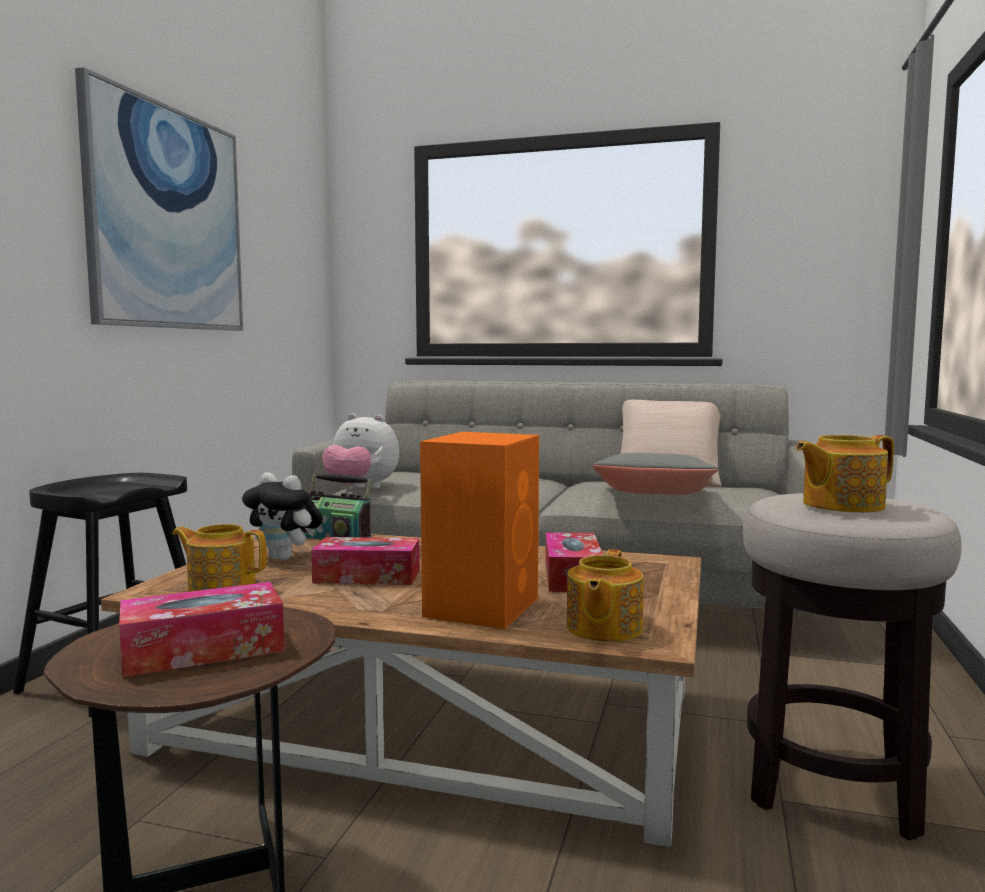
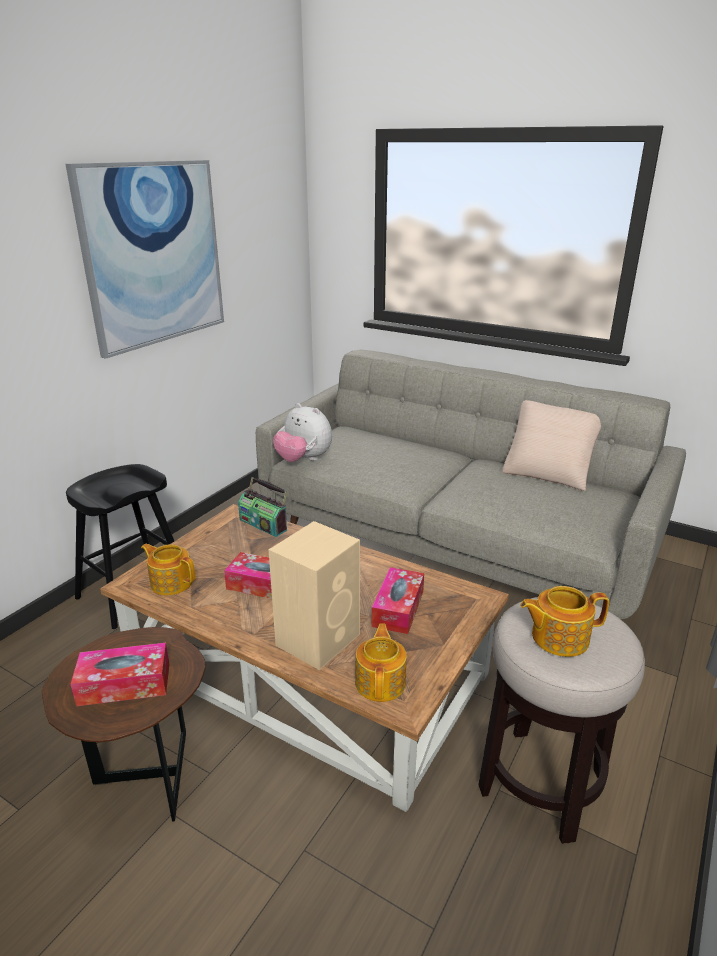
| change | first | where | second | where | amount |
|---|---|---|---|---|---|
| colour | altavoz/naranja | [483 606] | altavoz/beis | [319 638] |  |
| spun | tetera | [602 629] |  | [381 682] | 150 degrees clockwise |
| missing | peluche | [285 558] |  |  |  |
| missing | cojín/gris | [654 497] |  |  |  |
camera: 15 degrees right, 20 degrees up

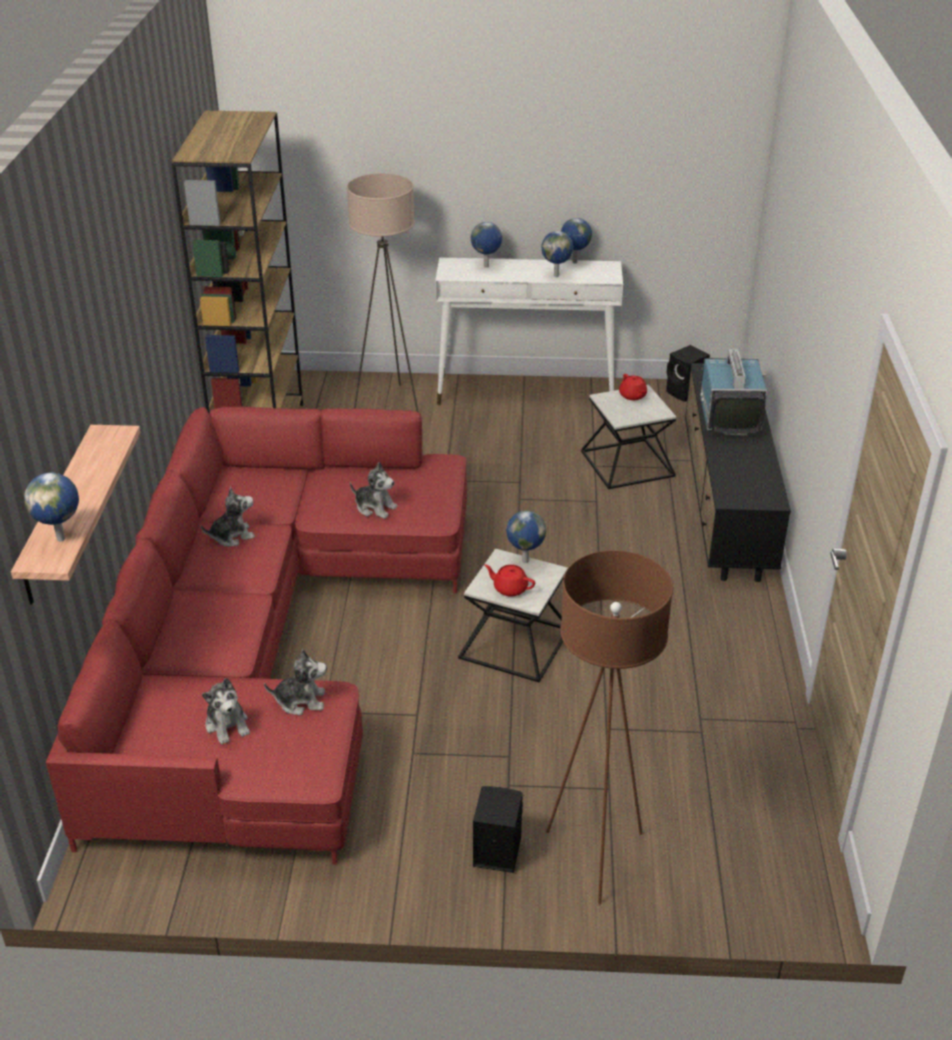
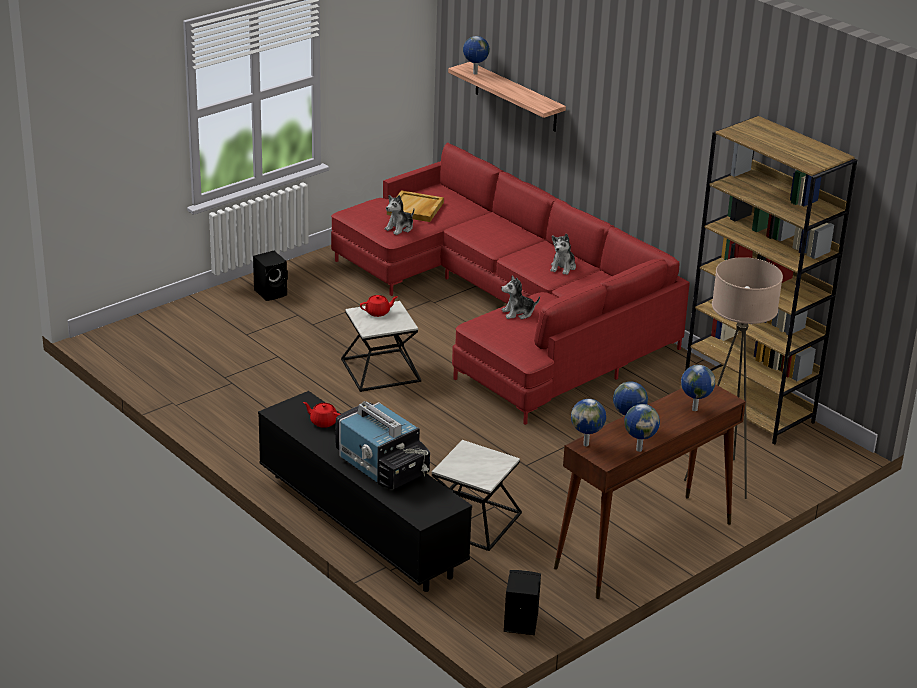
| change | first | where | second | where | amount |
|---|---|---|---|---|---|
| relocated | tetera/rojo | [632 396] |  | [323 422] |  |
| exchanged | peluche | [227 725] | bandeja/beis | [415 209] |  |
| colour | mesa consola/blanco | [526 393] | mesa consola/marrón | [643 546] |  |
| relocated | globo terráqueo | [524 561] |  | [586 444] |  |
| missing | lámpara de pie/marrón | [595 856] |  |  |  |
camera: 135 degrees right, 5 degrees down

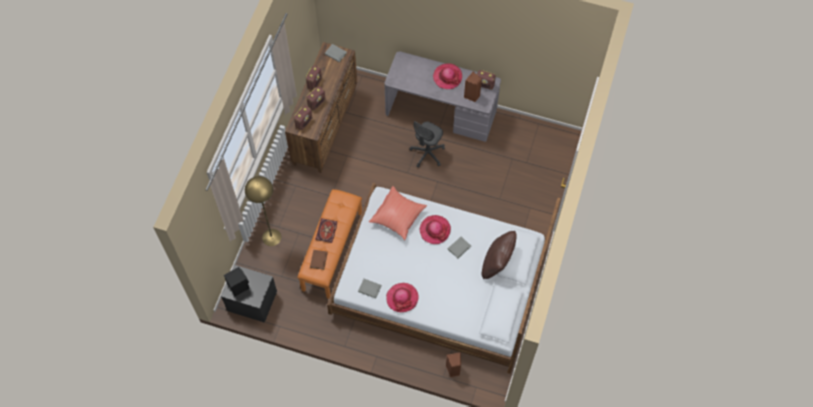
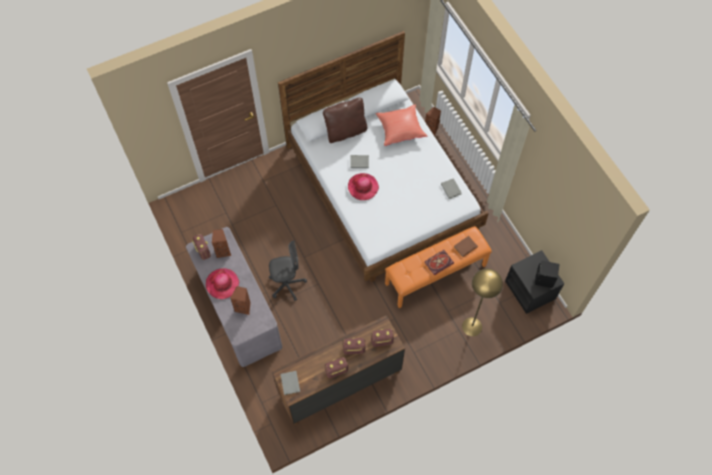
| change | first | where | second | where | amount |
|---|---|---|---|---|---|
| appeared |  |  | altavoz/marrón | [244 307] |  |
| relocated | cojín/rojo | [398 217] |  | [400 129] |  |
| missing | sombrero | [402 298] |  |  |  |
camera: 135 degrees left, 0 degrees up

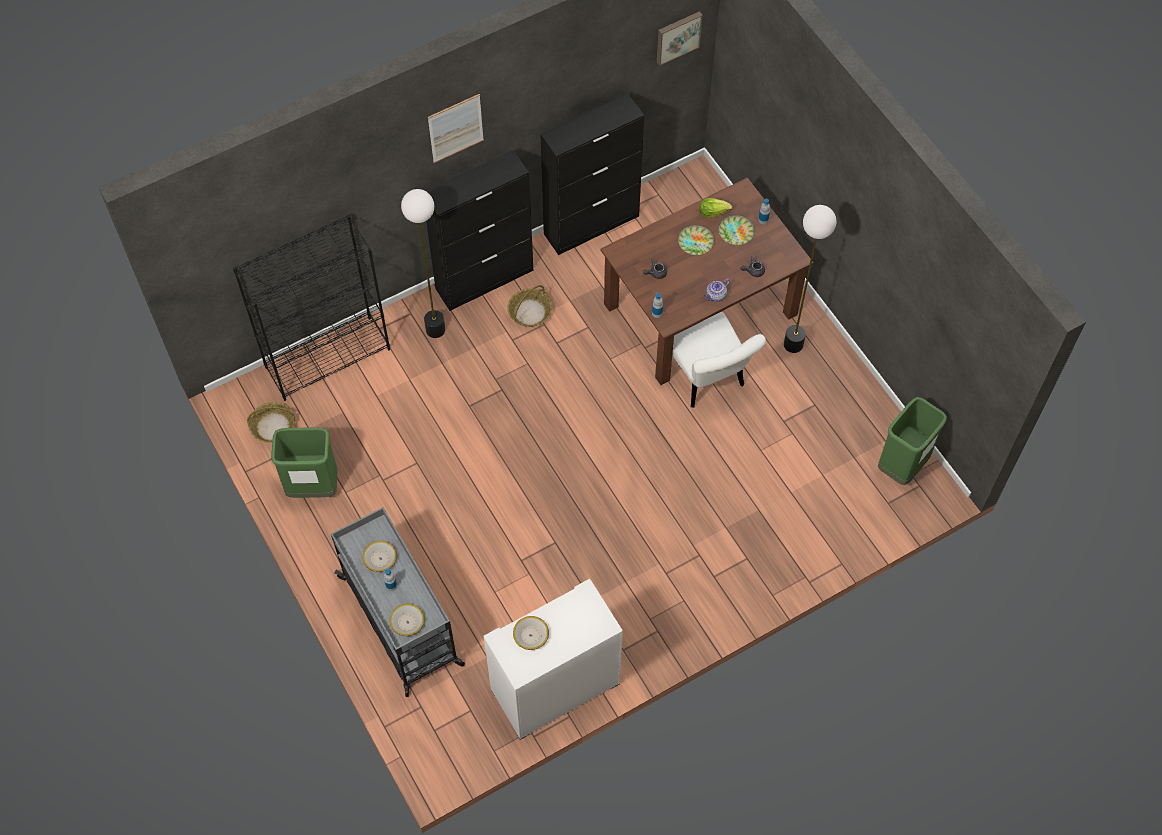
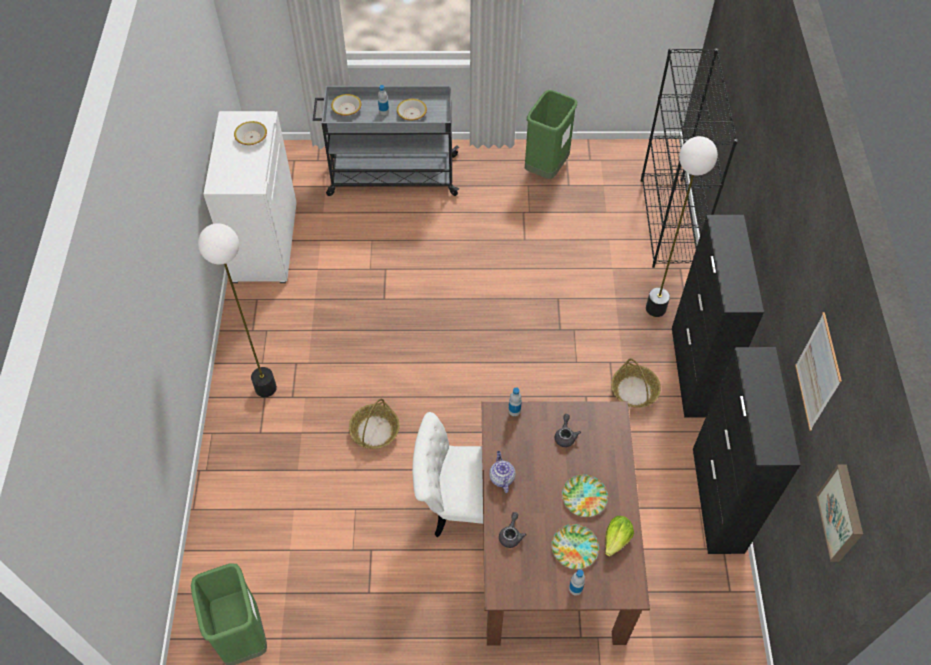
| change | first | where | second | where | amount |
|---|---|---|---|---|---|
| relocated | lámpara de pie | [793 344] |  | [266 388] |  |
| relocated | cesta | [273 426] |  | [374 431] |  |
| relocated | cuadro | [455 128] |  | [817 372] |  |
camera: 120 degrees right, 5 degrees down

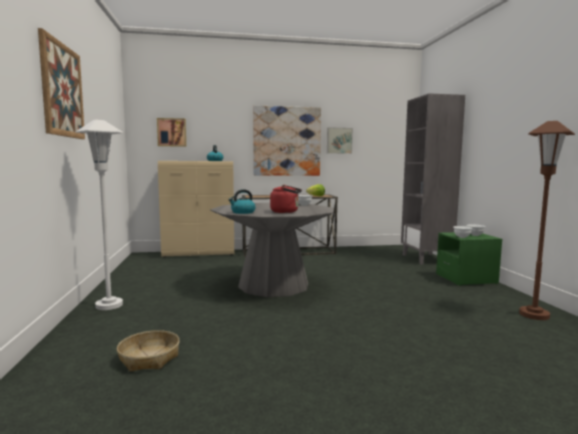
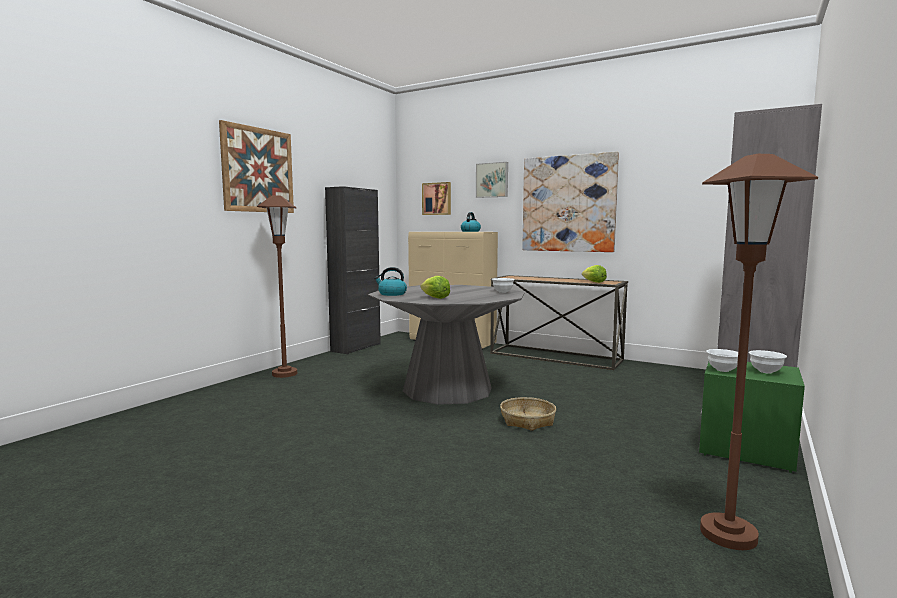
| change | first | where | second | where | amount |
|---|---|---|---|---|---|
| colour | lámpara de pie/blanco | [109 305] | lámpara de pie/marrón | [285 374] |  |
| appeared |  |  | armario/negro | [356 347] |  |
| exchanged | hervidor/rojo | [286 212] | lechuga | [435 298] |  |
| relocated | cuadro | [339 140] |  | [492 180] |  |
| relocated | cesta | [149 358] |  | [527 421] |  |
camera: 40 degrees right, 0 degrees up

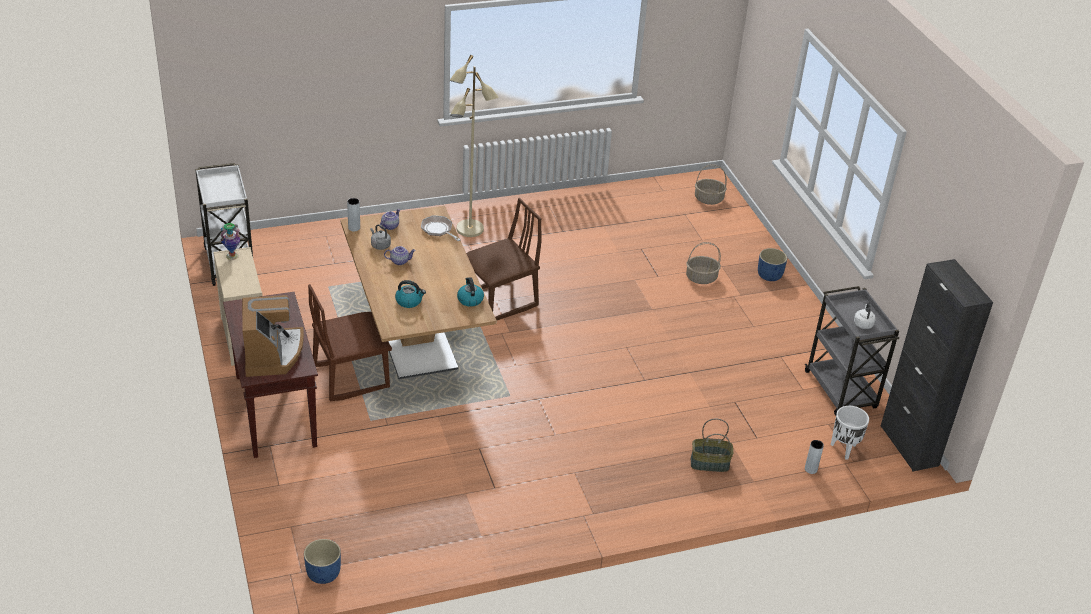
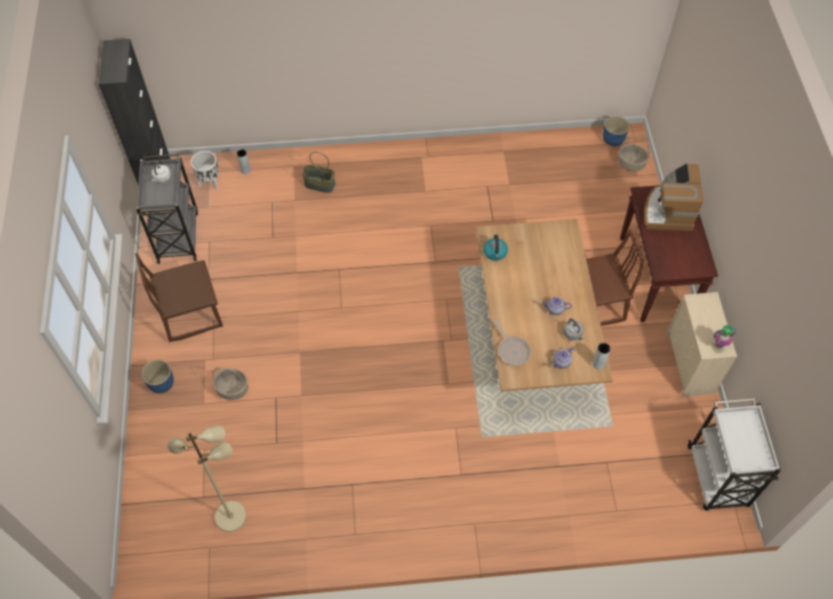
| change | first | where | second | where | amount |
|---|---|---|---|---|---|
| relocated | silla/marrón | [500 301] |  | [190 313] |  |
| relocated | lámpara de pie/beis | [470 229] |  | [231 515] |  |
| relocated | cesta | [709 199] |  | [630 163] |  |
| missing | hervidor | [409 301] |  |  |  |
camera: 165 degrees left, 20 degrees up

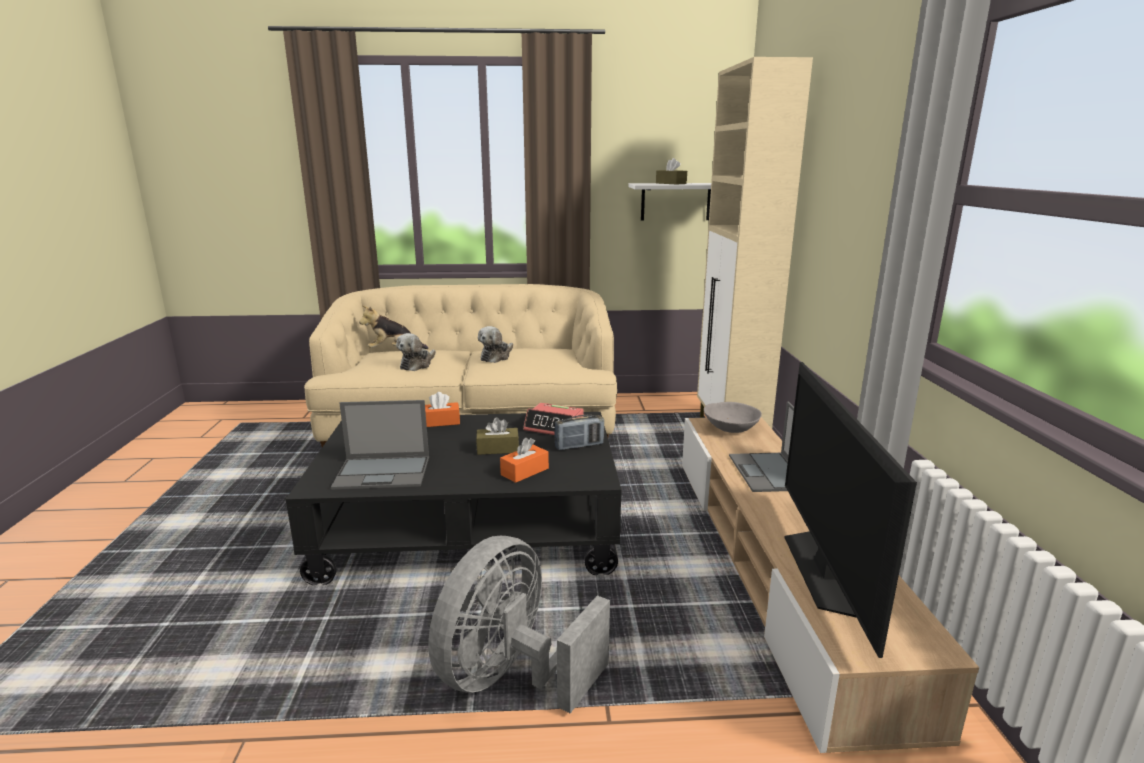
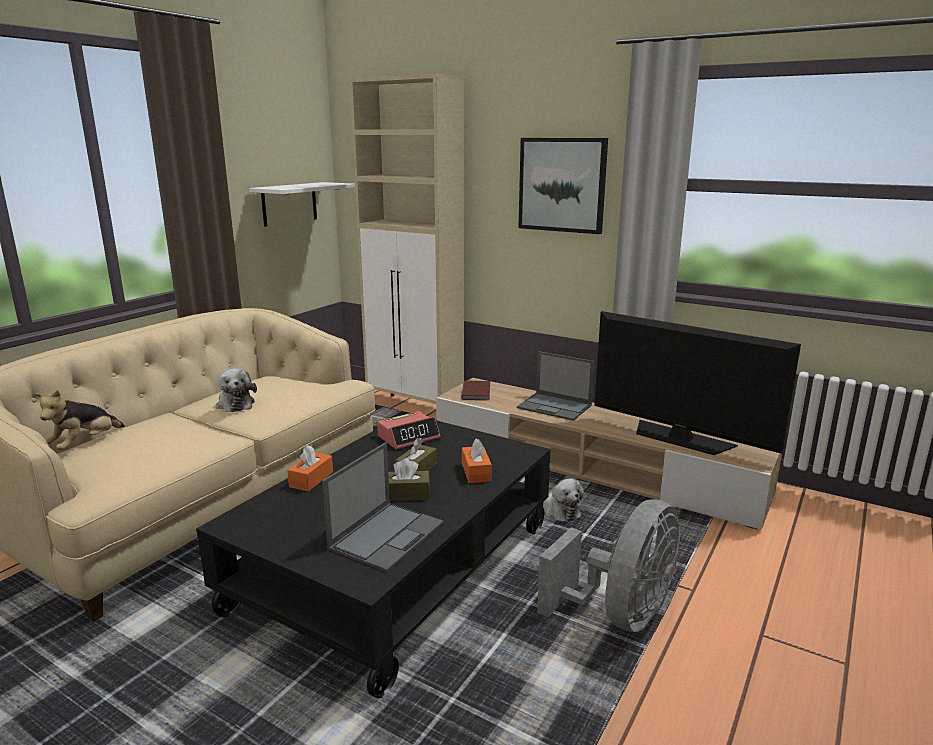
| change | first | where | second | where | amount |
|---|---|---|---|---|---|
| relocated | caja de pañuelos/marrón | [671 183] |  | [406 494] |  |
| exchanged | cuenco/gris | [730 428] | libro/marrón | [477 392] |  |
| appeared |  |  | cuadro | [562 185] |  |
| spun | ventilador/gris | [512 676] |  | [620 614] | 120 degrees counterclockwise |
| relocated | peluche | [417 365] |  | [559 511] |  |
| missing | radio | [579 446] |  |  |  |
camera: 55 degrees left, 0 degrees up

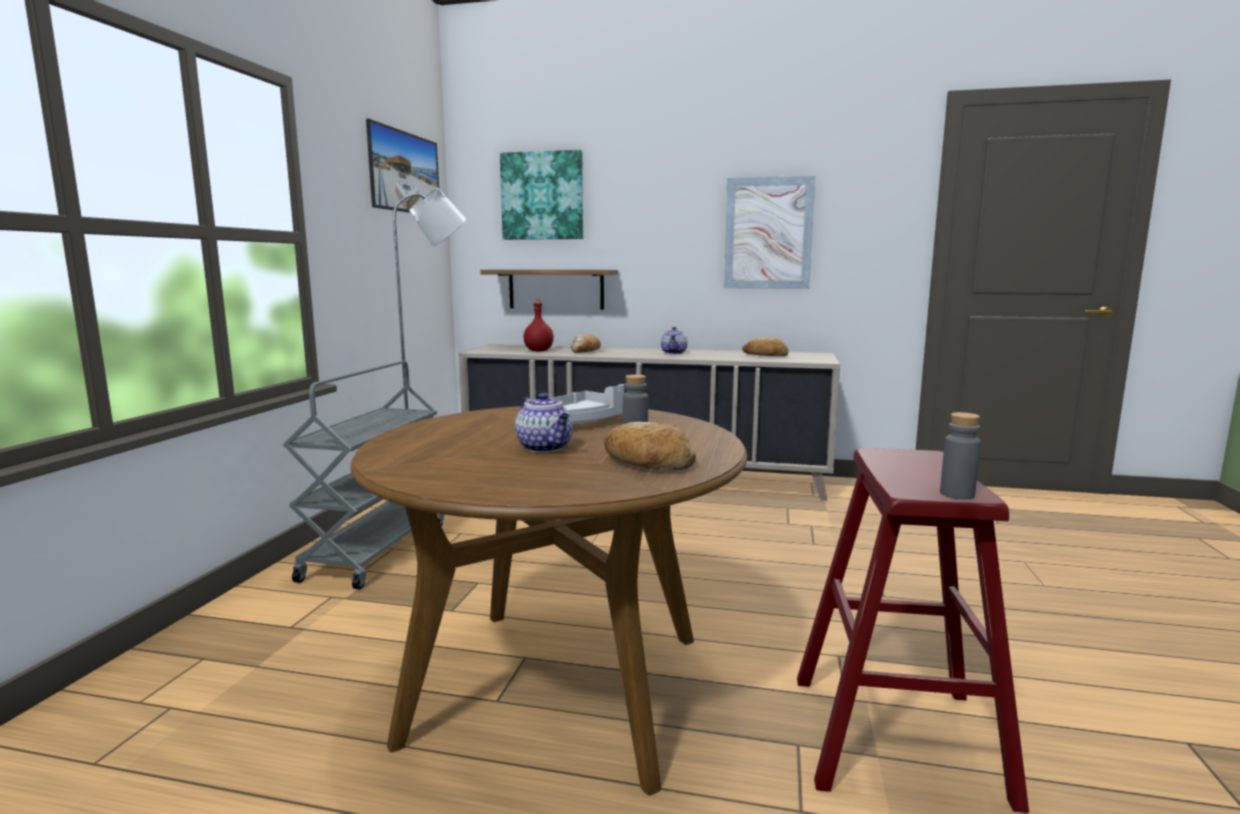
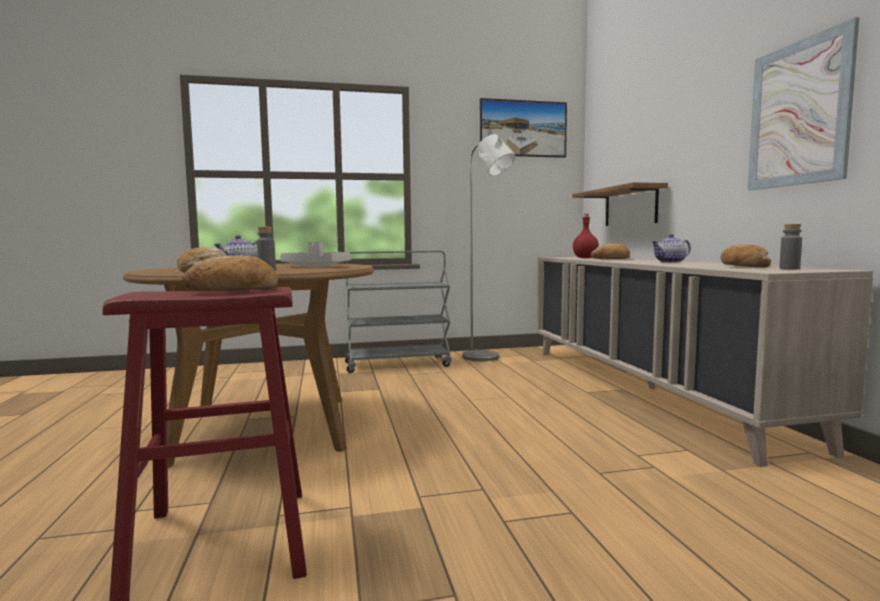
| change | first | where | second | where | amount |
|---|---|---|---|---|---|
| appeared |  |  | pan | [232 290] |  |
| relocated | botella/gris | [957 494] |  | [789 269] |  |
| missing | cuadro | [542 196] |  |  |  |
camera: 65 degrees right, 5 degrees down

